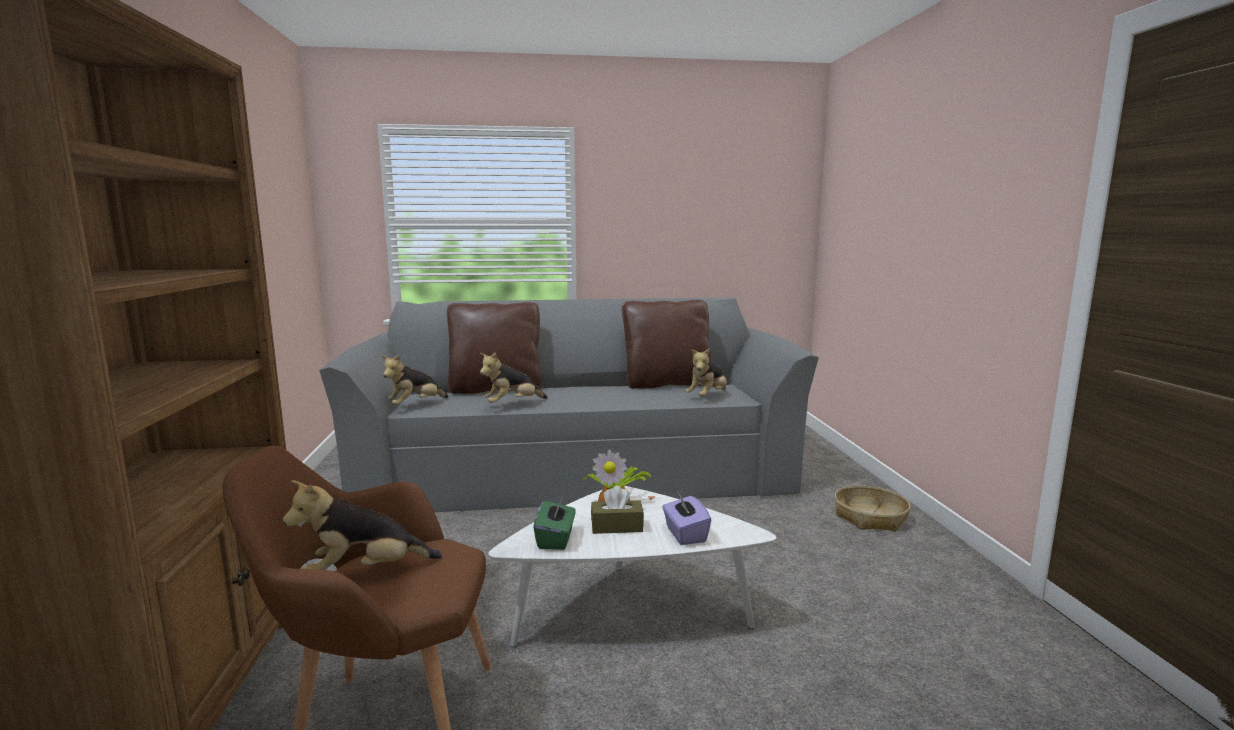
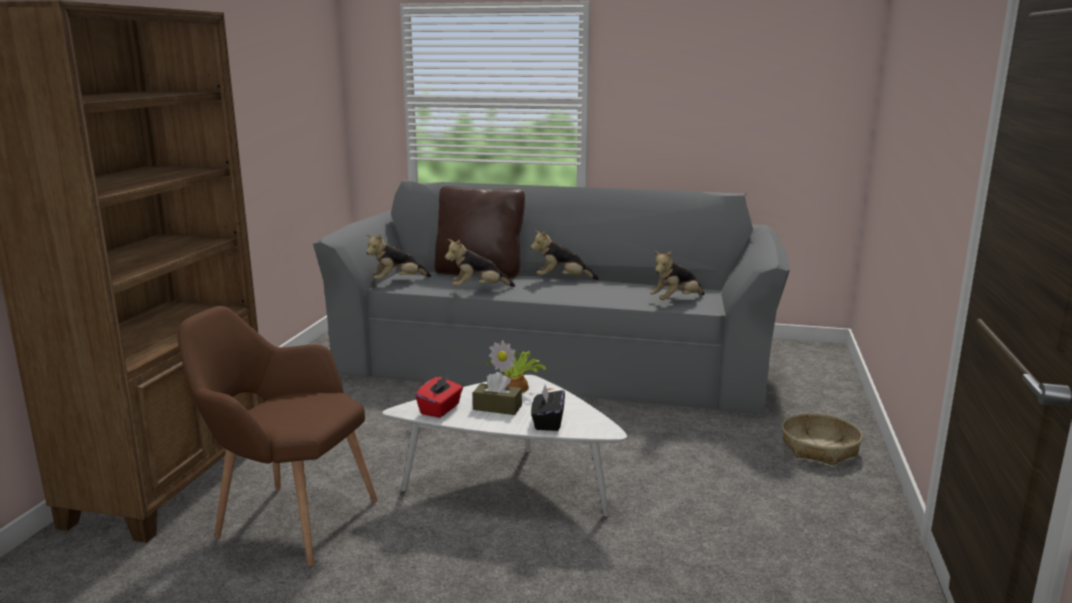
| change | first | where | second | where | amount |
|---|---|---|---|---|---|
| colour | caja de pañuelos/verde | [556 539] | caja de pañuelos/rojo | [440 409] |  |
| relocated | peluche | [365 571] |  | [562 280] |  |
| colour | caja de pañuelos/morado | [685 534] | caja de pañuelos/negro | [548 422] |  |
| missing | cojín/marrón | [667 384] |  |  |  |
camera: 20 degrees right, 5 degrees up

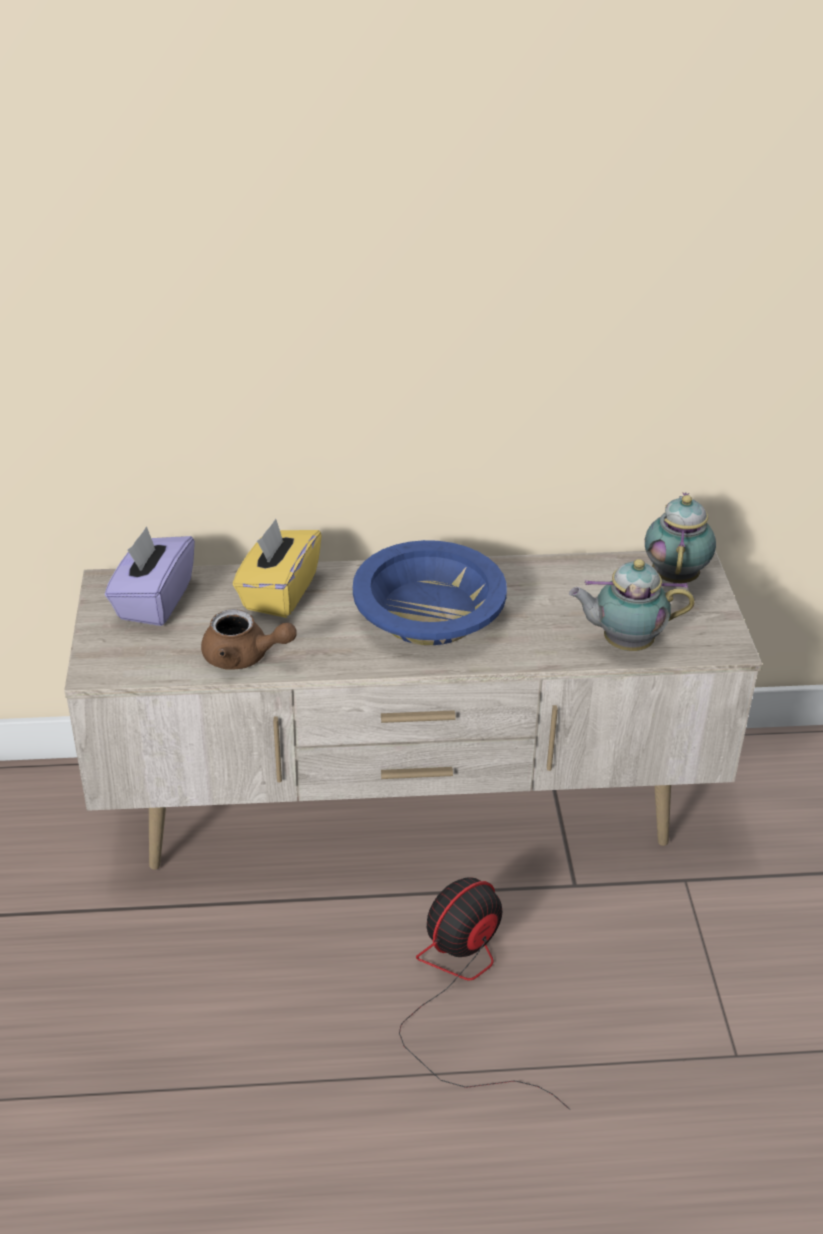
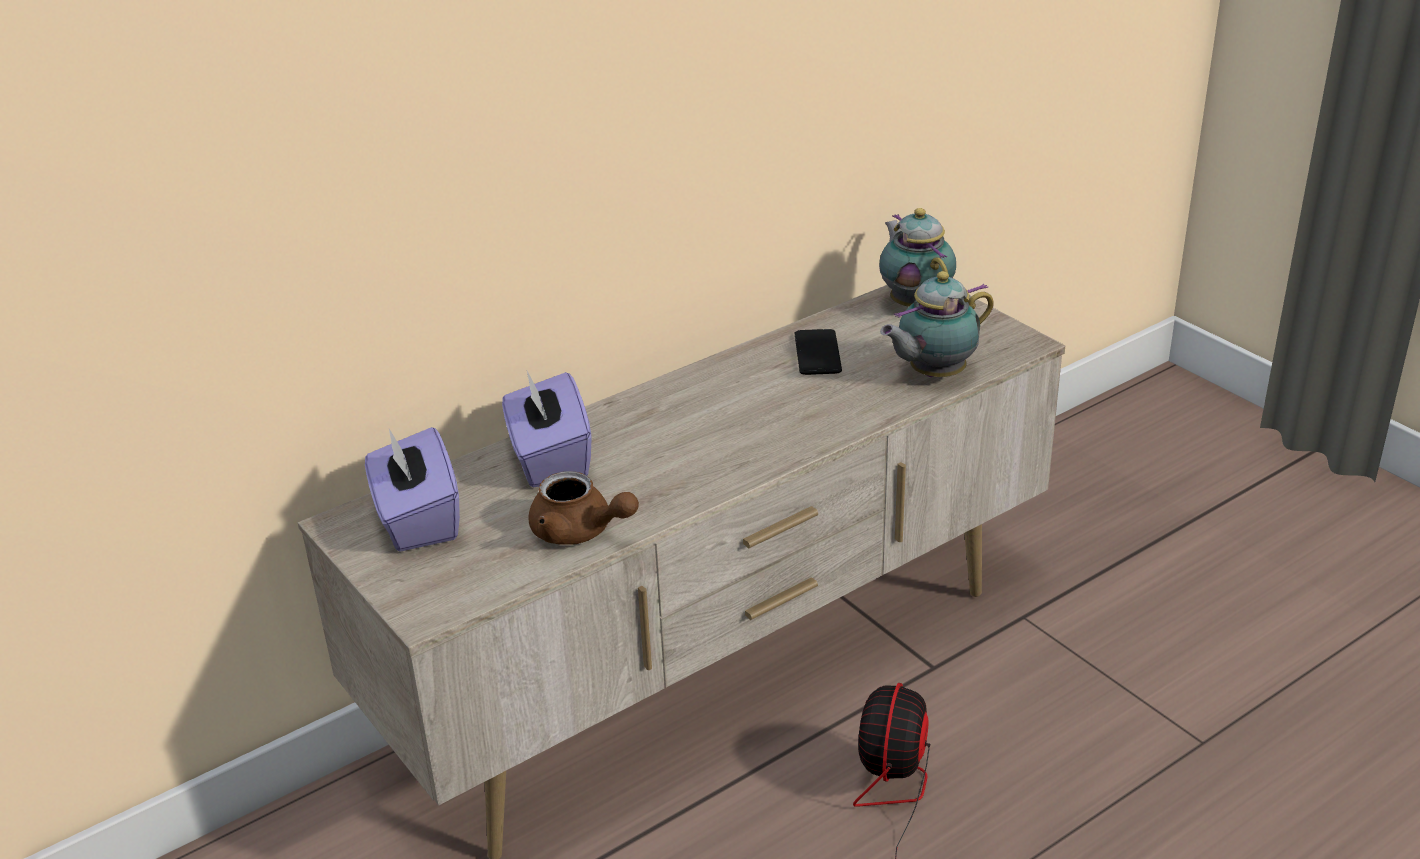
| change | first | where | second | where | amount |
|---|---|---|---|---|---|
| colour | caja de pañuelos/amarillo | [279 592] | caja de pañuelos/morado | [549 459] |  |
| spun | tetera/marrón | [244 657] |  | [580 532] | 45 degrees clockwise |
| appeared |  |  | móvil | [817 353] |  |
| missing | cuenco/azul | [429 613] |  |  |  |
camera: 30 degrees left, 5 degrees down

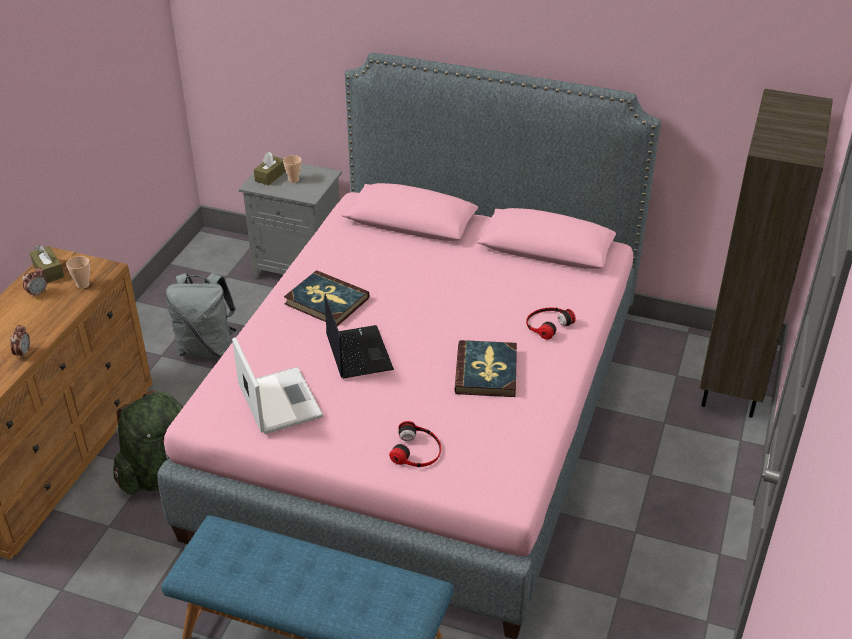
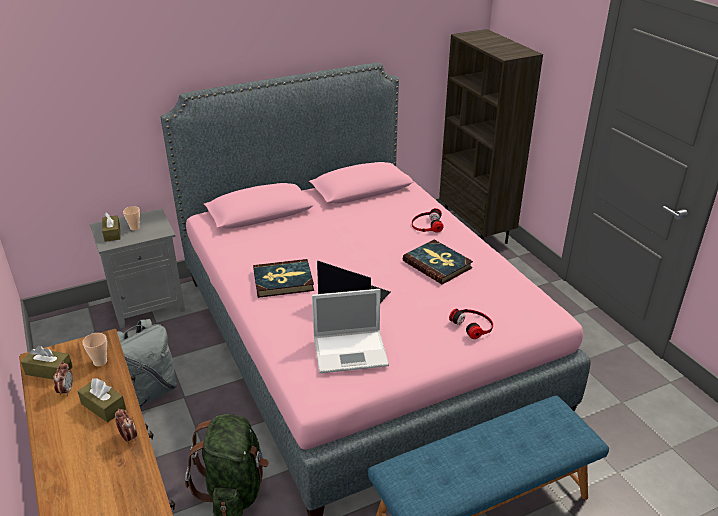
| change | first | where | second | where | amount |
|---|---|---|---|---|---|
| appeared |  |  | caja de pañuelos/marrón | [103 406] |  |
| spun | portátil | [279 400] |  | [352 351] | 150 degrees clockwise |
camera: 45 degrees left, 5 degrees down

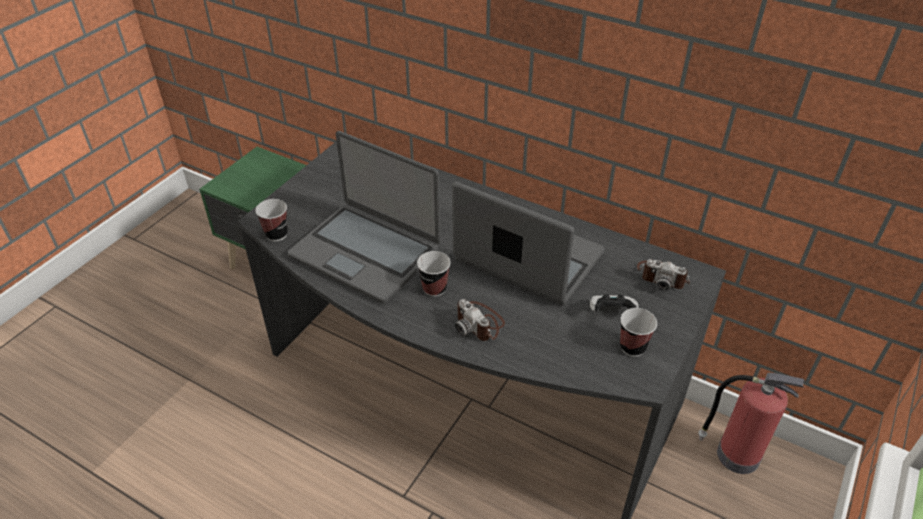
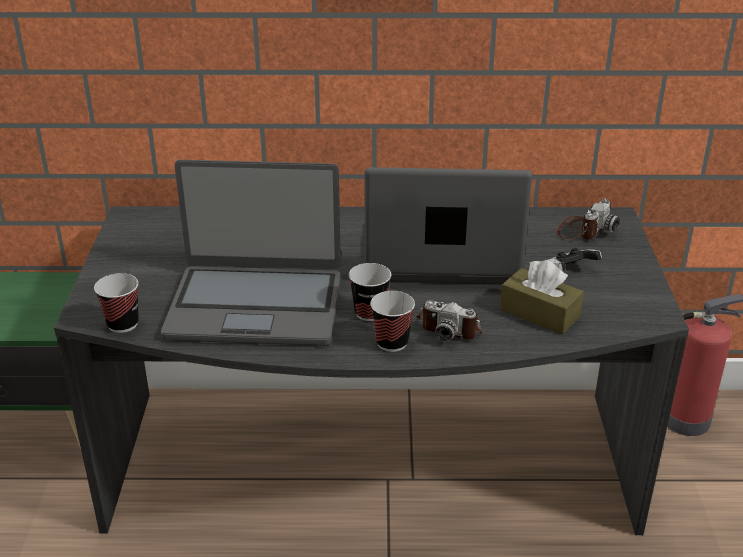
| change | first | where | second | where | amount |
|---|---|---|---|---|---|
| relocated | taza | [632 347] |  | [392 342] |  |
| appeared |  |  | caja de pañuelos/marrón | [539 313] |  |
| spun | cámara | [662 276] |  | [584 229] | 45 degrees counterclockwise |
camera: 30 degrees left, 10 degrees down

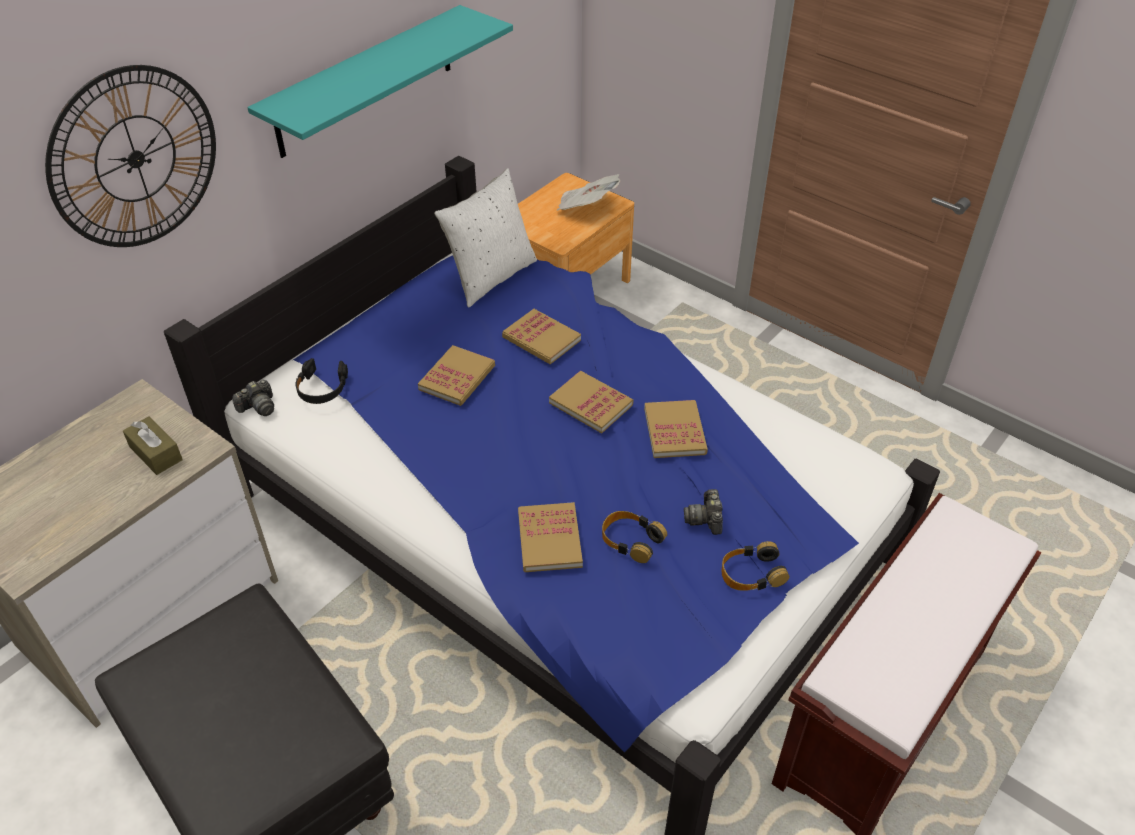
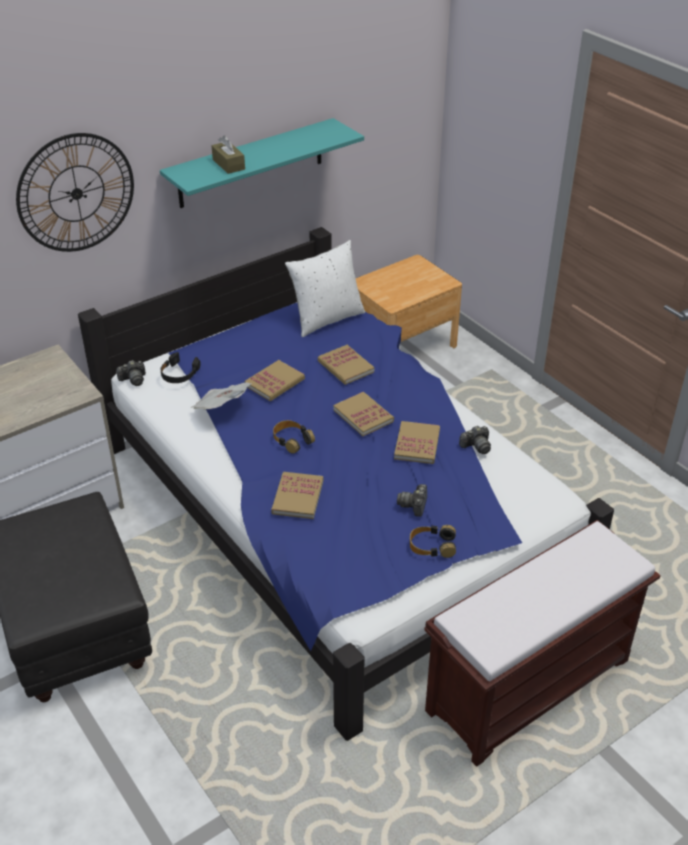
| change | first | where | second | where | amount |
|---|---|---|---|---|---|
| relocated | periódico | [586 207] |  | [222 408] |  |
| relocated | caja de pañuelos/marrón | [156 453] |  | [228 164] |  |
| relocated | auriculares | [631 540] |  | [292 440] |  |
| appeared |  |  | cámara | [476 446] |  |
camera: 15 degrees right, 5 degrees down

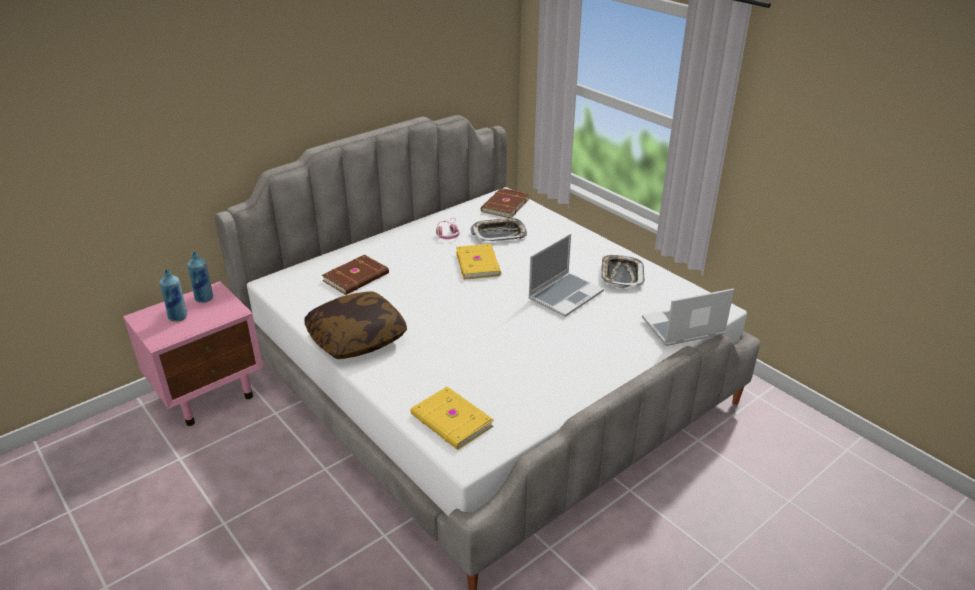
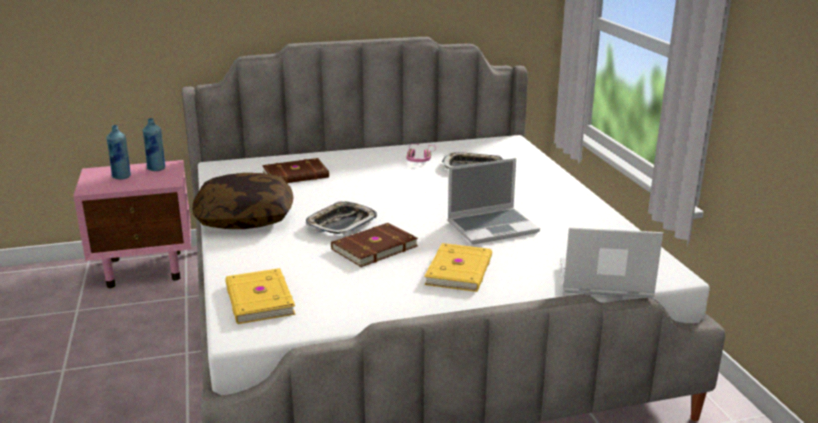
| change | first | where | second | where | amount |
|---|---|---|---|---|---|
| relocated | bandeja | [621 275] |  | [341 223] |  |
| relocated | libro/marrón | [504 205] |  | [373 247] |  |
| relocated | libro/amarillo | [479 264] |  | [460 271] |  |
camera: 25 degrees right, 10 degrees down

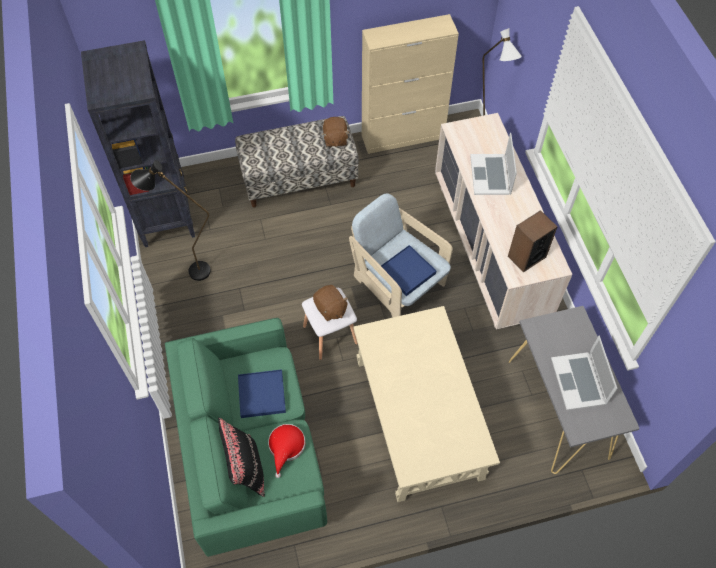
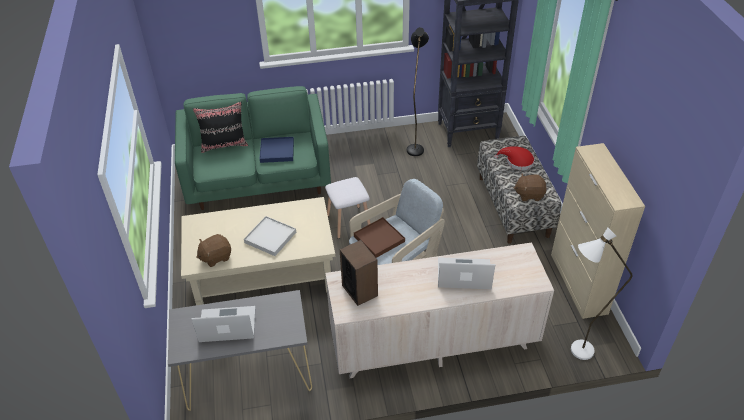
| change | first | where | second | where | amount |
|---|---|---|---|---|---|
| relocated | peluche/marrón | [330 308] |  | [215 257] |  |
| appeared |  |  | bandeja/blanco | [270 237] |  |
| colour | bandeja/azul | [407 271] | bandeja/marrón | [379 239] |  |
| relocated | sombrero/rojo | [286 447] |  | [517 162] |  |
camera: 95 degrees right, 15 degrees down

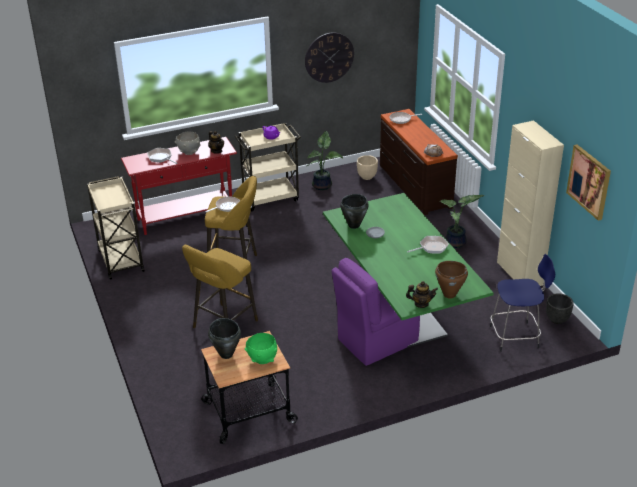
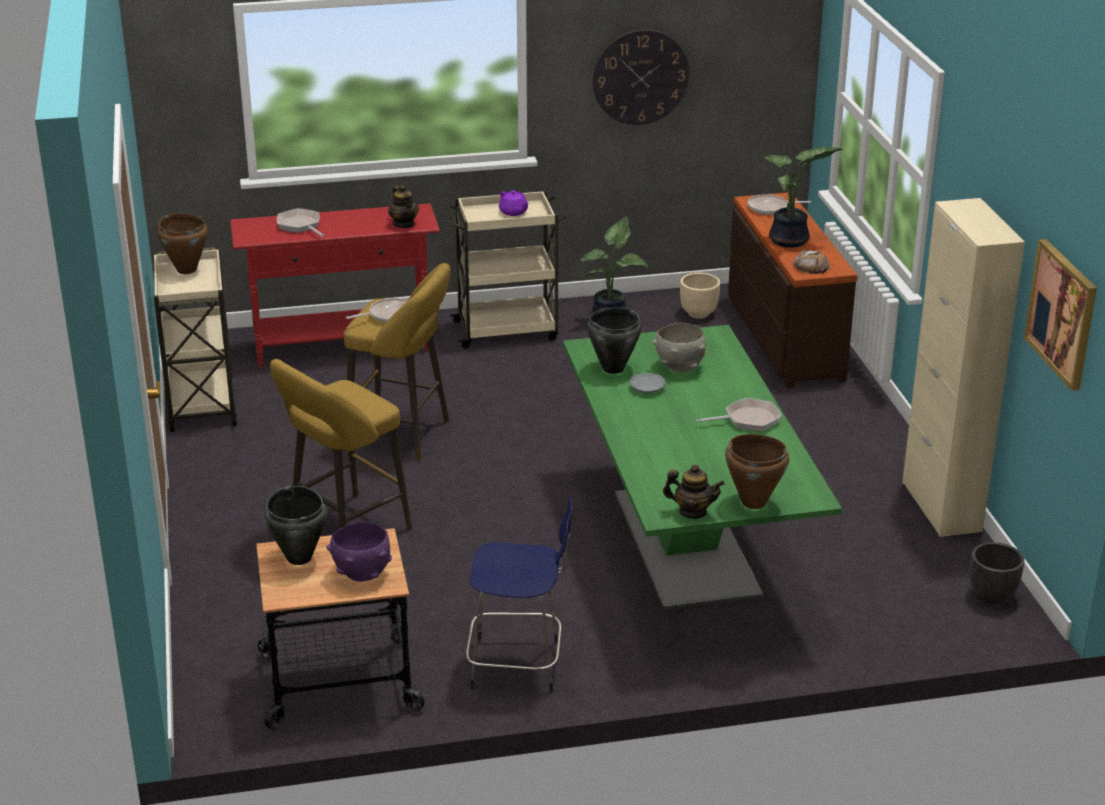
| change | first | where | second | where | amount |
|---|---|---|---|---|---|
| appeared |  |  | olla/marrón | [186 269] |  |
| colour | cuenco/verde | [262 359] | cuenco/morado | [362 574] |  |
| relocated | taburete/azul | [516 336] |  | [519 665] |  |
| relocated | cuenco/gris | [189 152] |  | [679 367] |  |
| relocated | planta en maceta | [456 243] |  | [790 241] |  |
| missing | silla/morado | [375 341] |  |  |  |
camera: 10 degrees right, 5 degrees down

